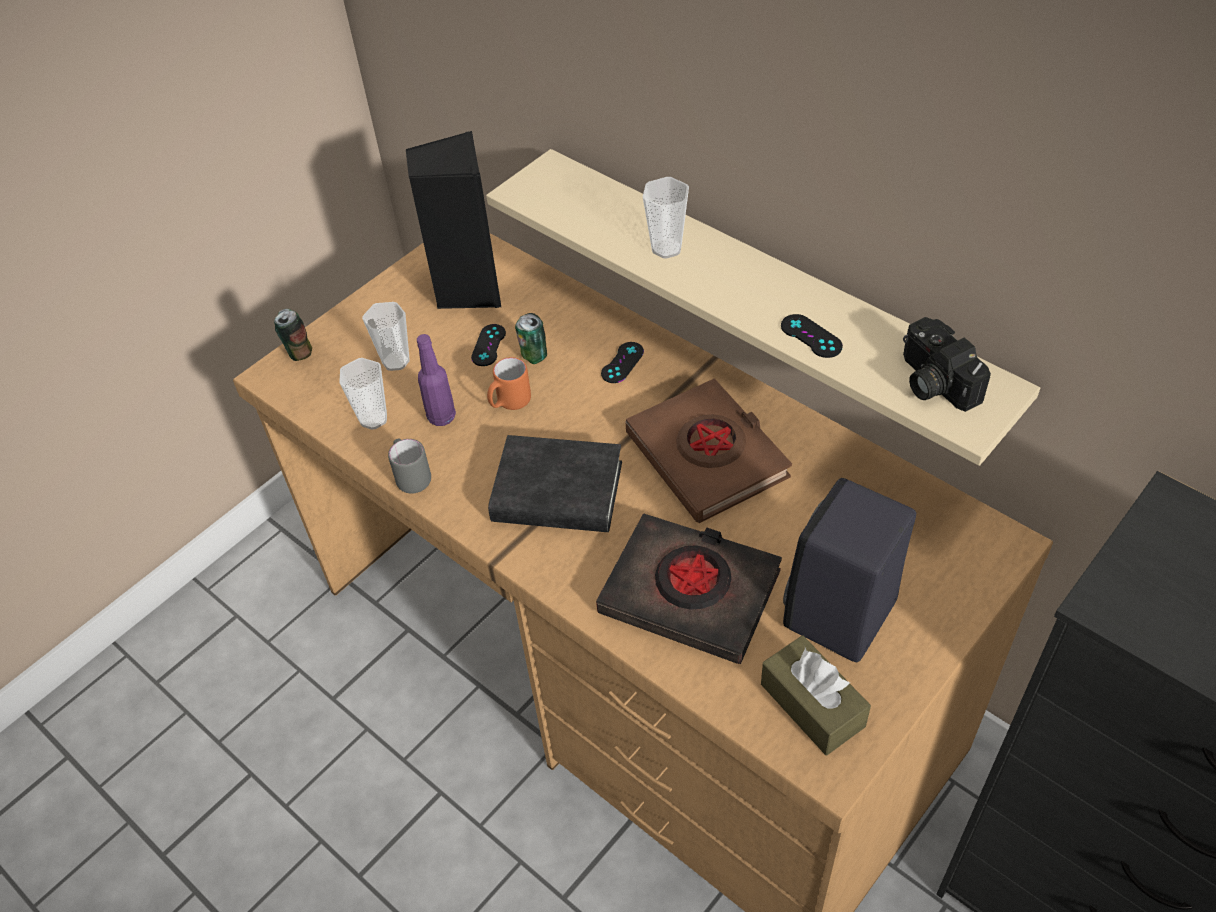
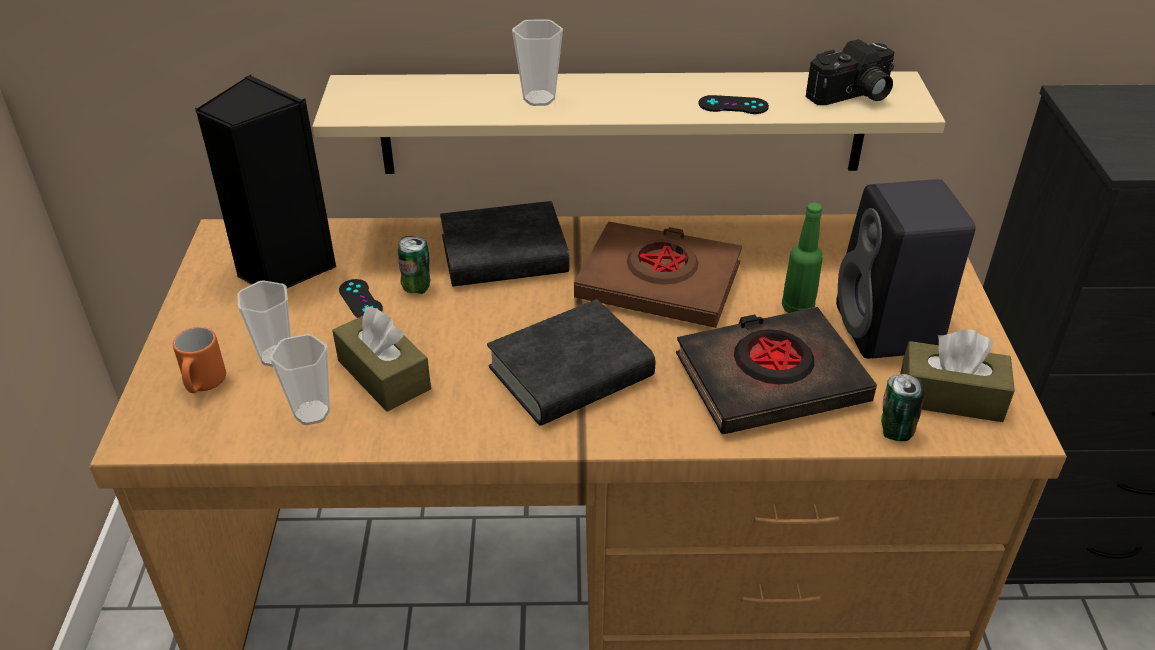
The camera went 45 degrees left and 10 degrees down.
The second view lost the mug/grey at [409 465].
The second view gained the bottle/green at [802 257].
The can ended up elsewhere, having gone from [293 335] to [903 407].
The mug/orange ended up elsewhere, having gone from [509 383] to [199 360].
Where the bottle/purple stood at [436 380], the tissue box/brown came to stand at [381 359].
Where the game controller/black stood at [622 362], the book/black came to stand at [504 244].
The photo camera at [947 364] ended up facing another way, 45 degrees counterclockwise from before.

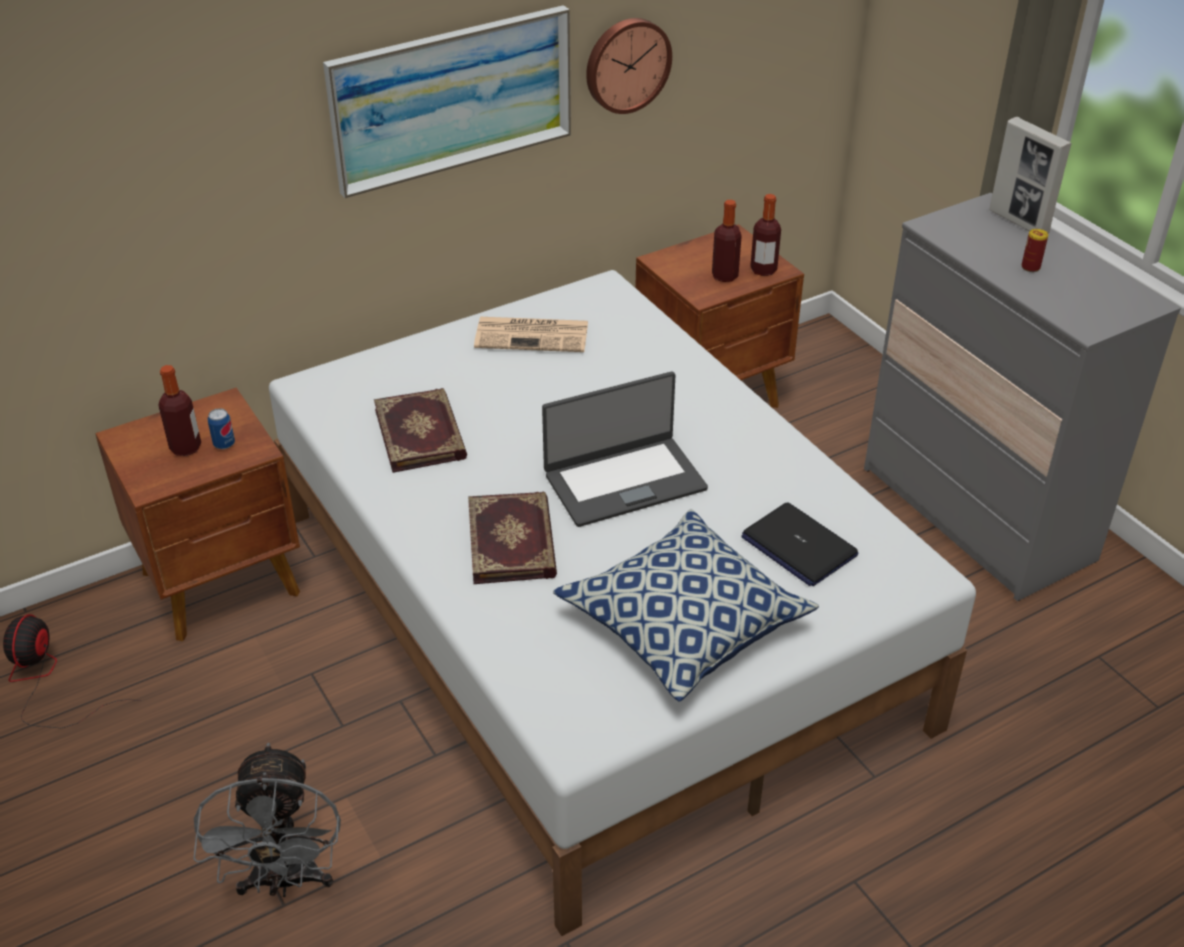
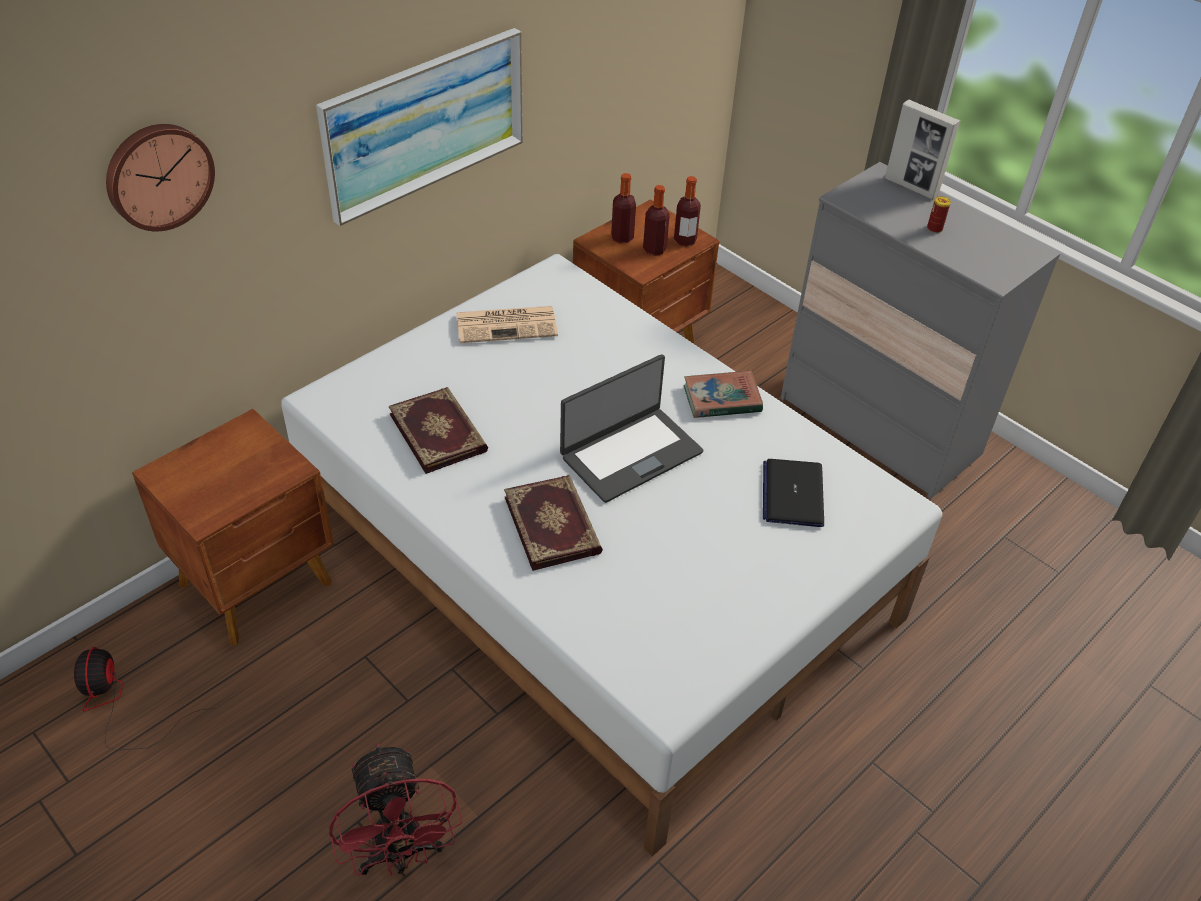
The camera went 15 degrees left and 5 degrees up.
The second view lost the can at [221 428].
The second view lost the pillow at [686 605].
The second view gained the book at [723 394].
The bottle ended up elsewhere, having gone from [179 410] to [623 208].
The wall clock ended up elsewhere, having gone from [629 66] to [160 178].
What was the fan/grey at [267 819] turned into the fan/red at [395 809].
The laptop at [799 544] ended up facing another way, 60 degrees clockwise from before.

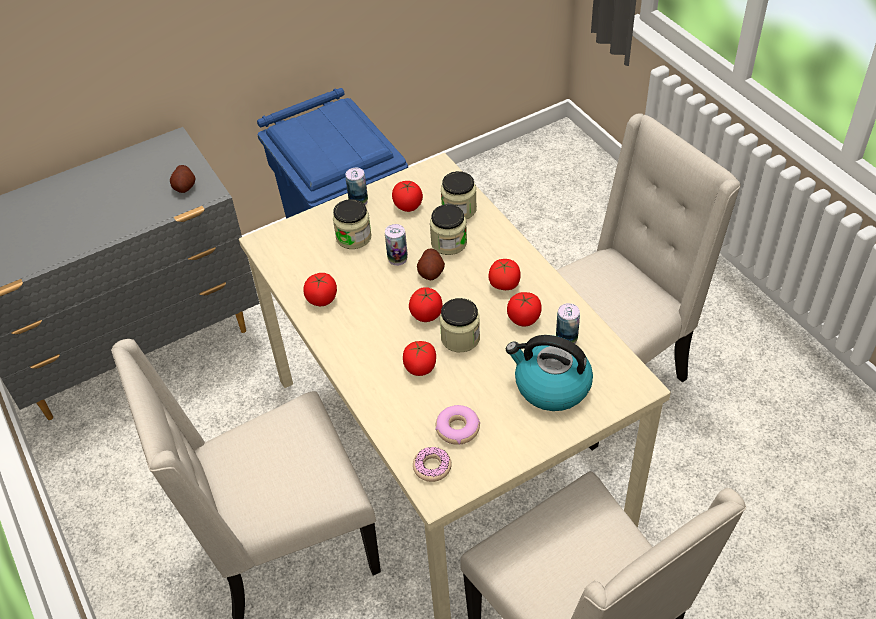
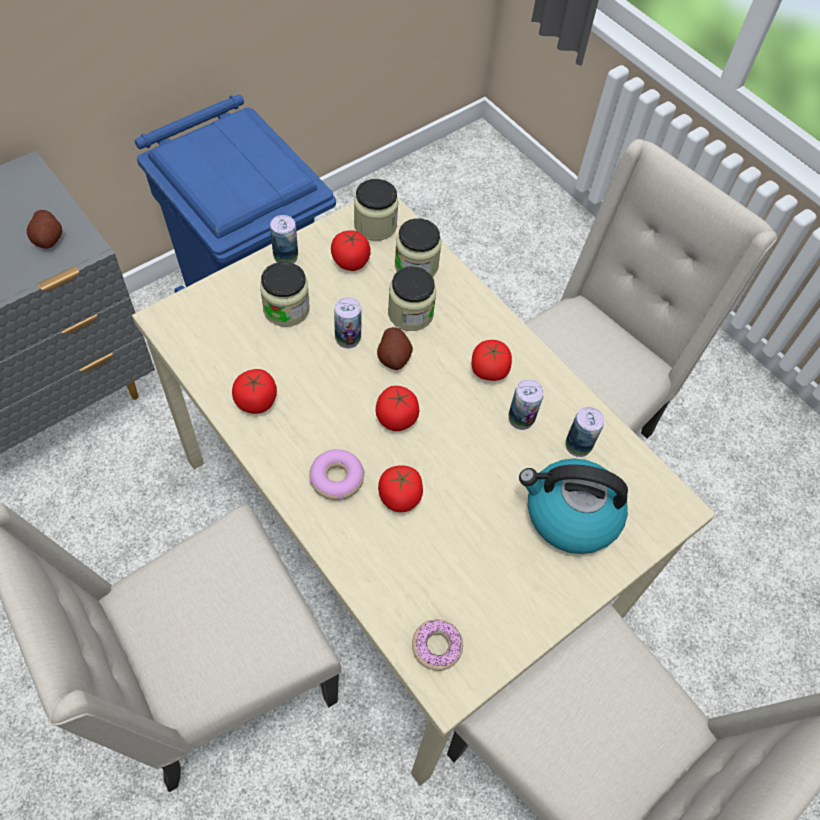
The camera went 15 degrees left and 10 degrees up.
The donut ended up elsewhere, having gone from [457 425] to [337 474].
The jar ended up elsewhere, having gone from [460 325] to [376 210].
Where the tomato stood at [524 309], the can came to stand at [526 404].

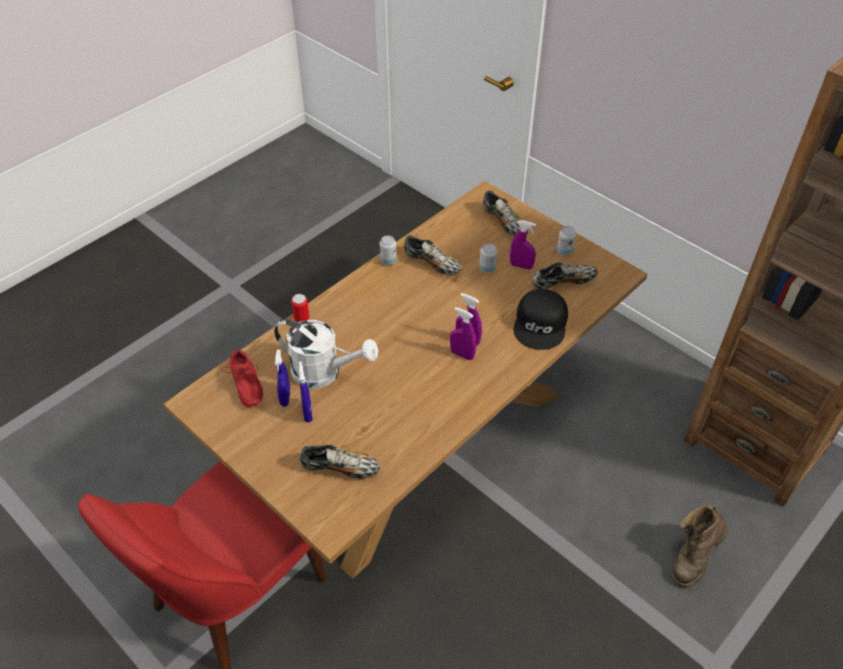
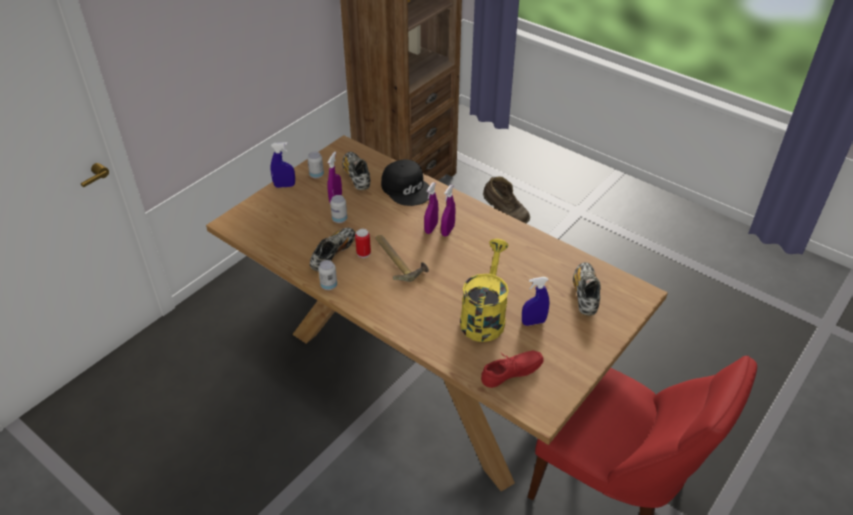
The camera went 95 degrees left and 5 degrees down.
The second view lost the shoe at [503 213].
The second view gained the hammer at [402 258].
The spray bottle/blue ended up elsewhere, having gone from [282 378] to [282 165].
The can ended up elsewhere, having gone from [300 308] to [363 243].
What was the watering can/white at [326 353] turned into the watering can/yellow at [484 290].
The cap/black at [541 319] ended up facing another way, 45 degrees clockwise from before.

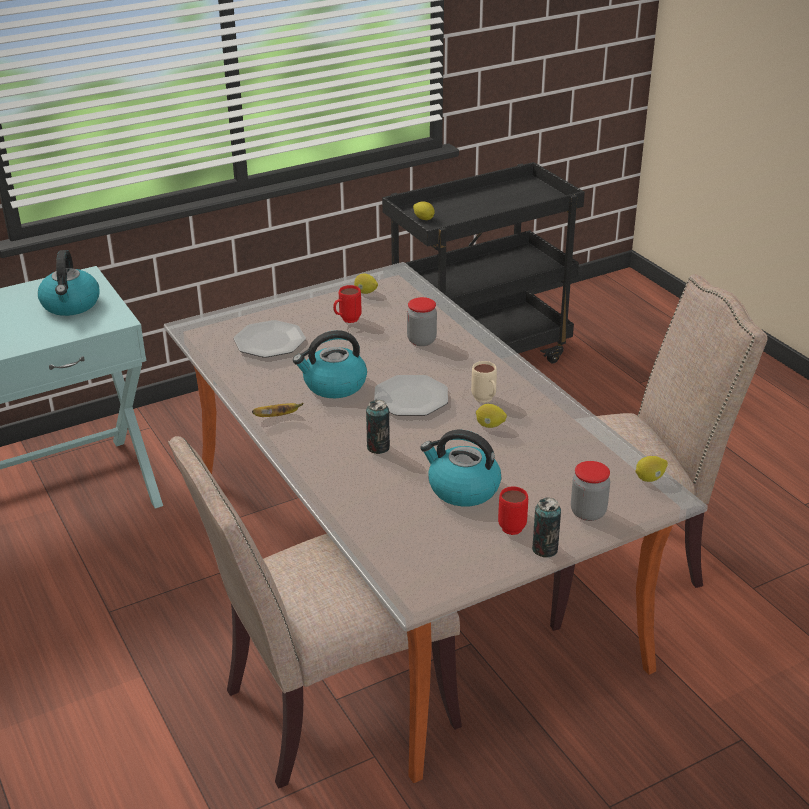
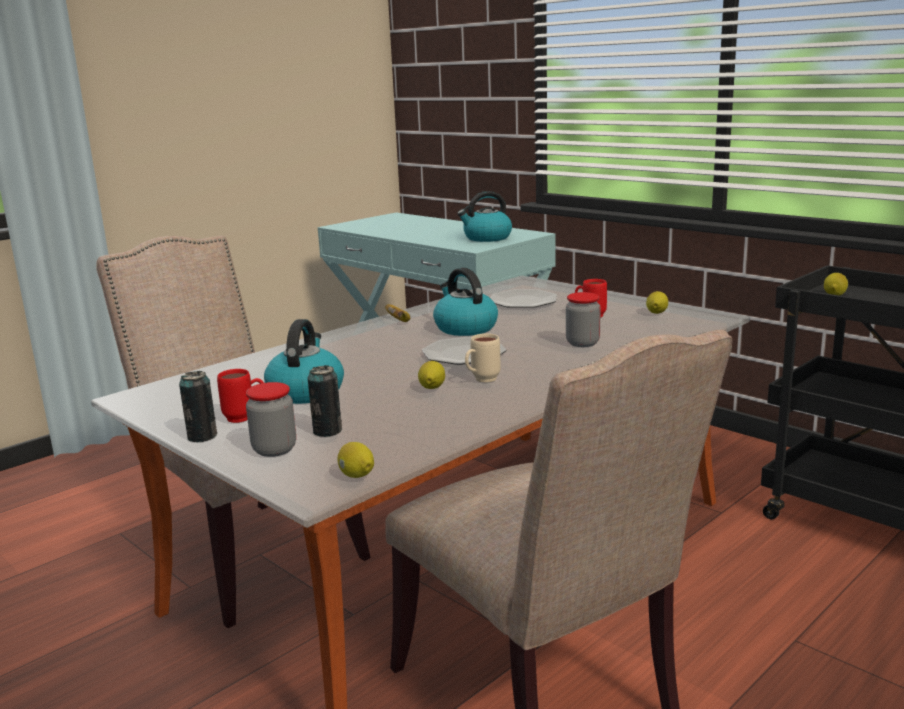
The camera went 75 degrees right and 15 degrees down.
The can ended up elsewhere, having gone from [378 427] to [325 401].

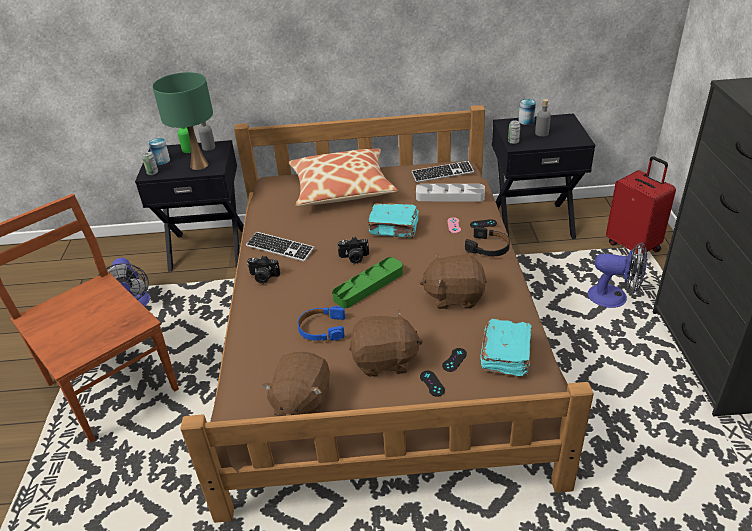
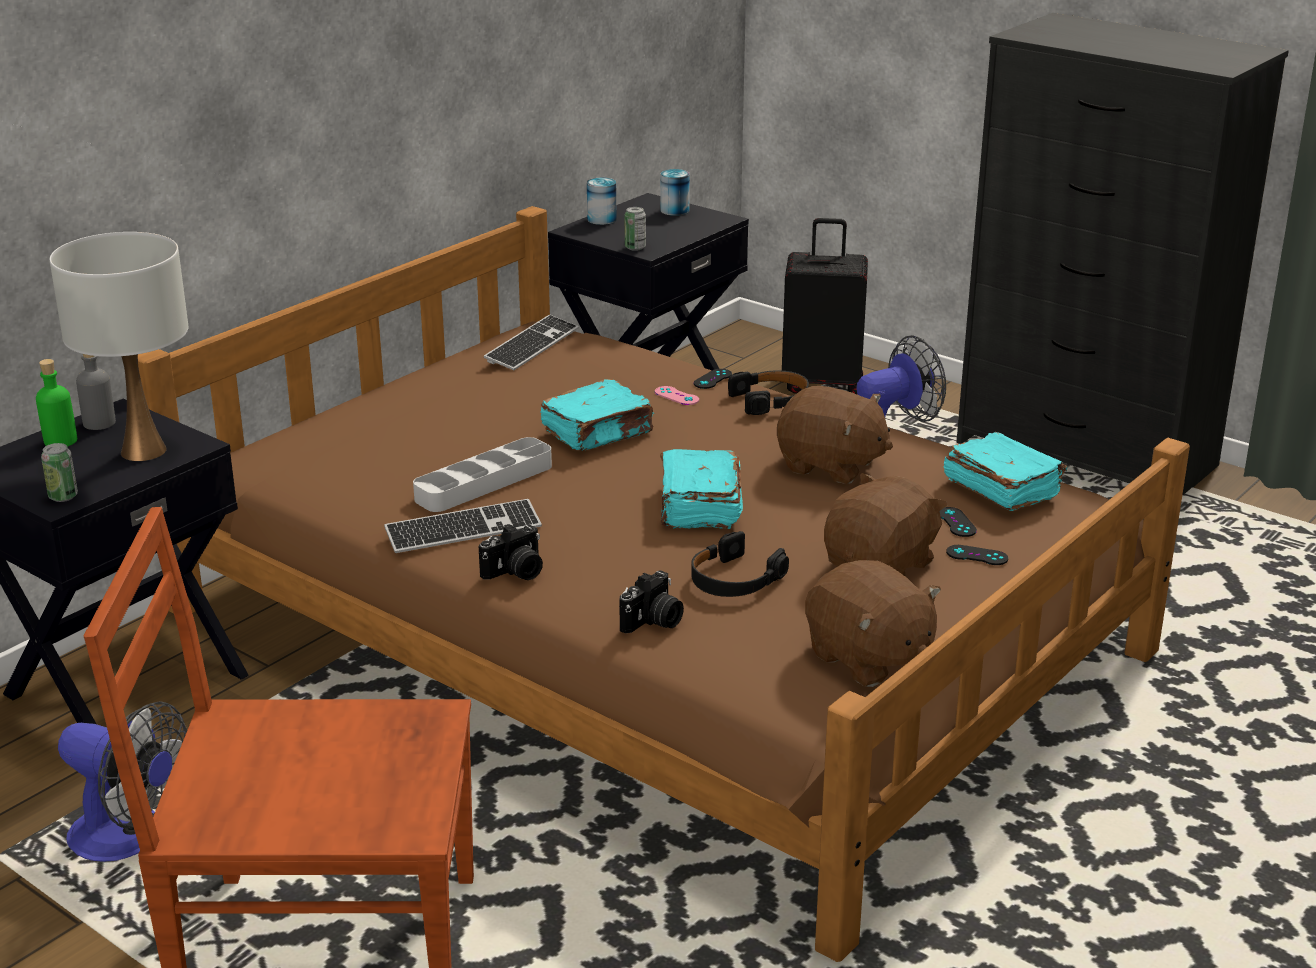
The camera went 50 degrees left and 10 degrees down.
The second view lost the pillow at [343 177].
The second view lost the bottle/grey at [543 118].
The can ended up elsewhere, having gone from [159 151] to [675 192].
The photo camera ended up elsewhere, having gone from [353 250] to [651 602].
The tray/grey ended up elsewhere, having gone from [450 193] to [482 474].
Where the tray/green stood at [367 282], the book/turquoise came to stand at [701 489].
What was the table lamp/green at [182 121] turned into the table lamp/white at [119 346].
What was the headphones/blue at [321 323] turned into the headphones/black at [740 564].
What was the suitcase/red at [641 208] turned into the suitcase/black at [825 306].
The plush toy/brown at [453 281] ended up facing another way, 105 degrees counterclockwise from before.

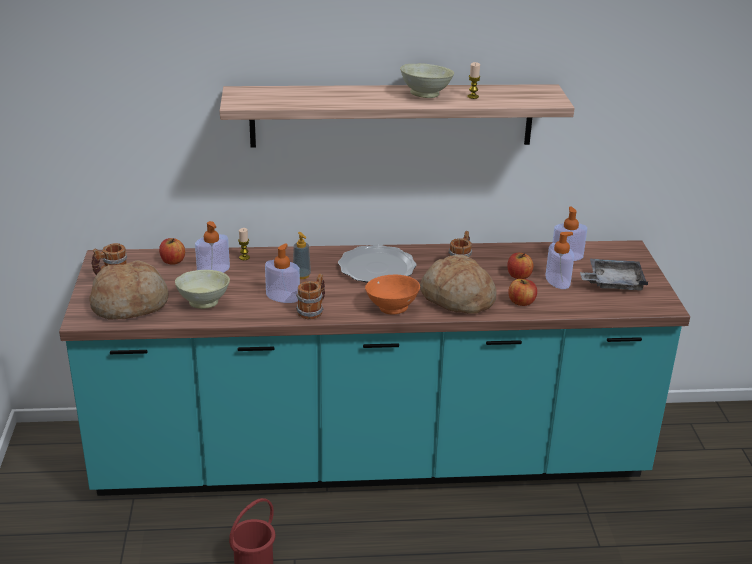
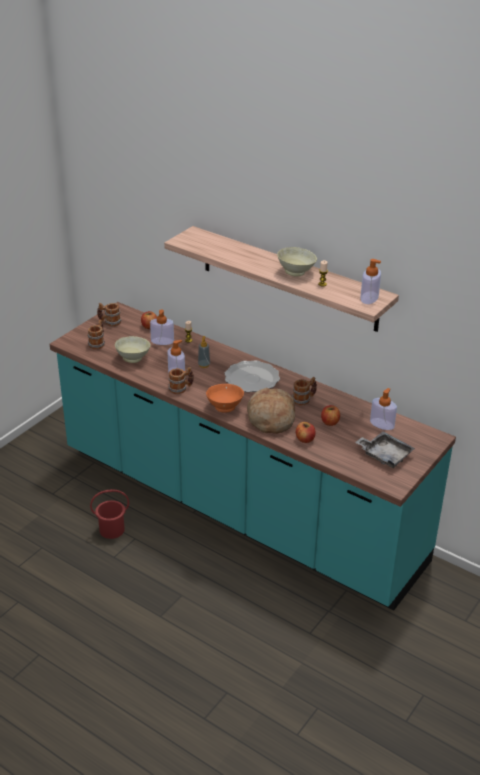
The camera went 40 degrees right and 5 degrees up.
The soap dispenser ended up elsewhere, having gone from [560 260] to [370 281].
Where the bread stood at [128 290], the mug came to stand at [96 334].

